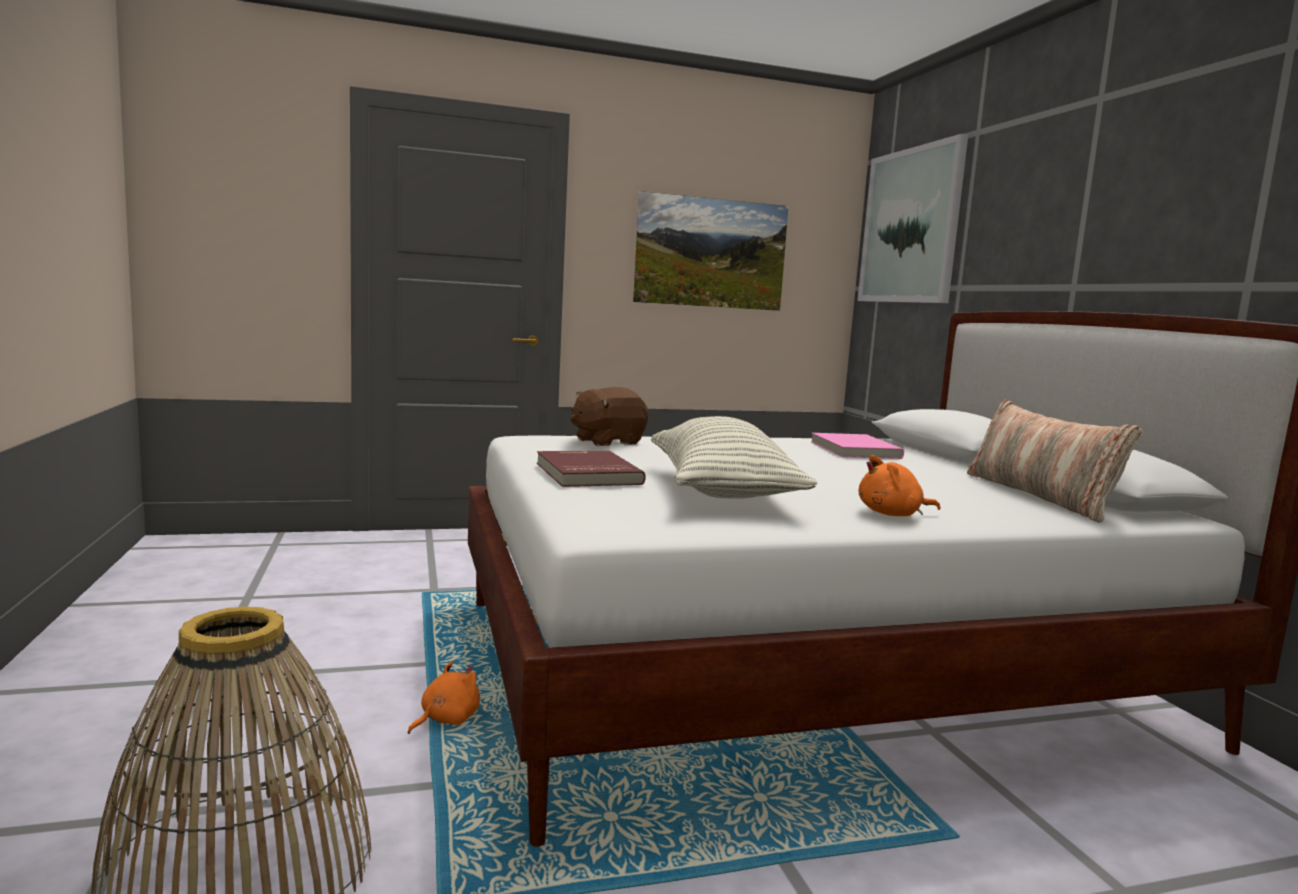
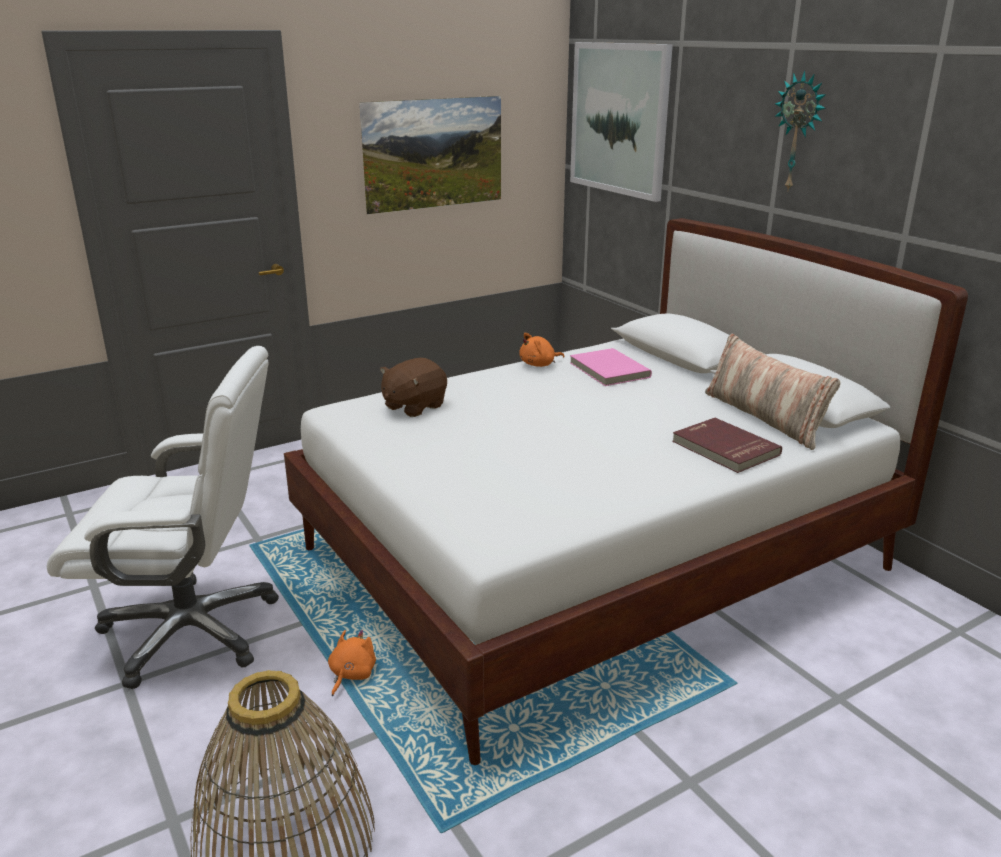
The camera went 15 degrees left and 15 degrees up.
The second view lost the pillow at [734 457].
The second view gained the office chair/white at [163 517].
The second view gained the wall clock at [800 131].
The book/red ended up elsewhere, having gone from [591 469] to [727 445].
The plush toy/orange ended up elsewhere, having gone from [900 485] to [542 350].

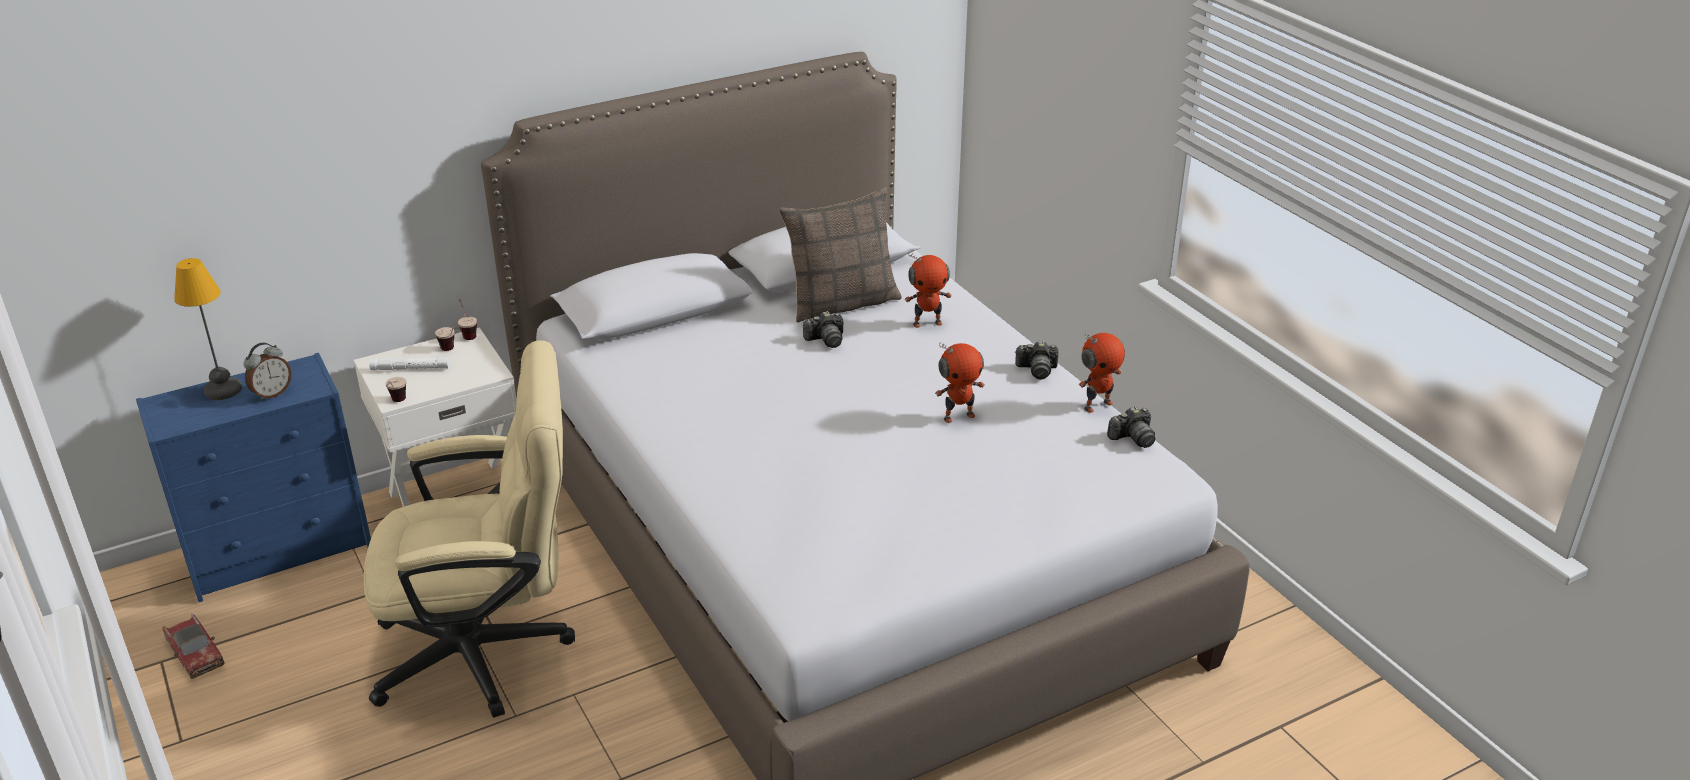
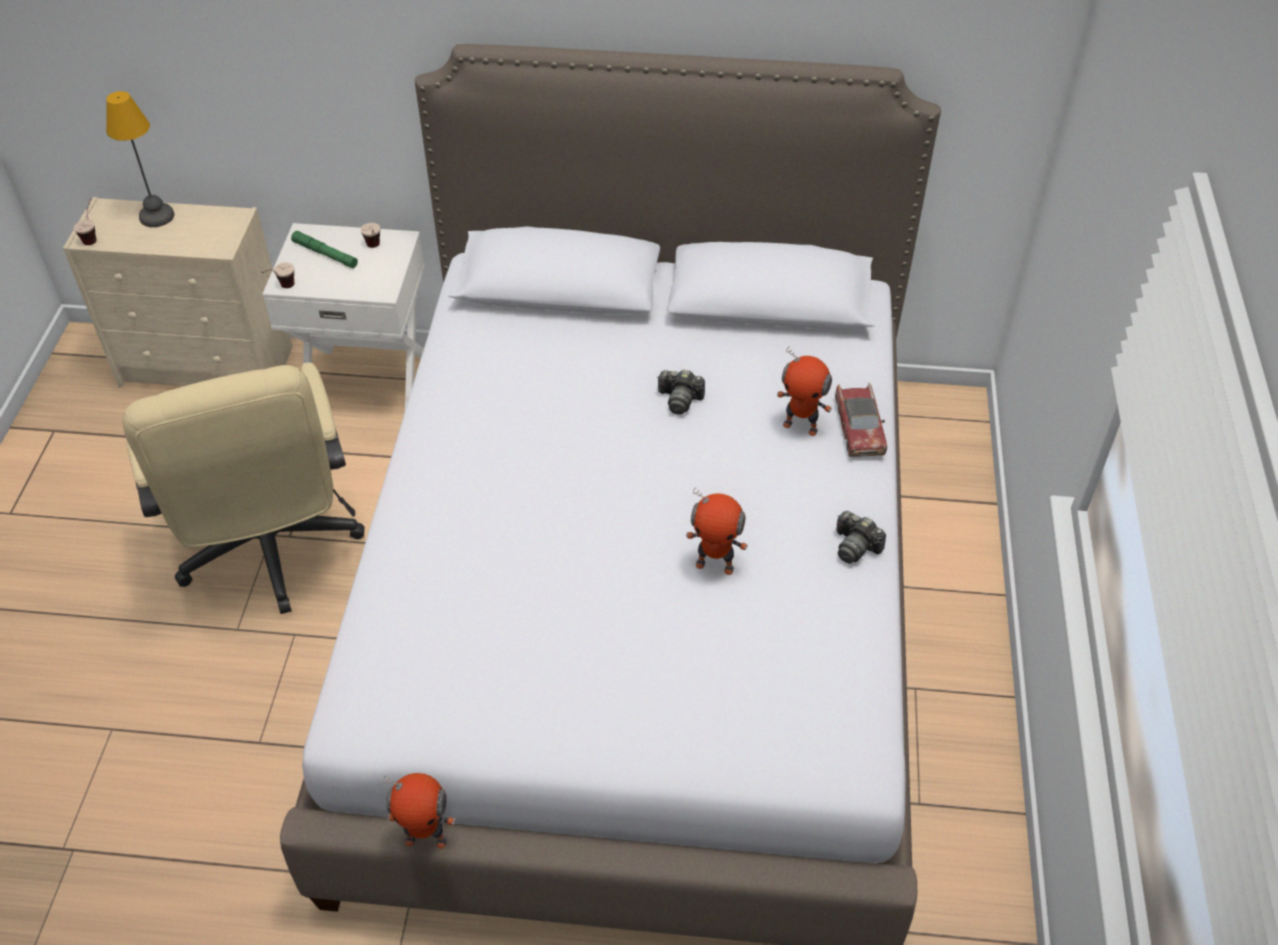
The camera went 35 degrees right and 15 degrees up.
The second view lost the alarm clock at [268 371].
The second view lost the pillow at [840 255].
The second view lost the photo camera at [1131 427].
The toy car ended up elsewhere, having gone from [193 646] to [861 420].
The cup ended up elsewhere, having gone from [467 319] to [85 222].
The toy robot ended up elsewhere, having gone from [1102 373] to [419 811].
What was the dresser/blue at [253 477] turned into the dresser/beige at [178 292].
What was the flashlight/white at [409 364] turned into the flashlight/green at [324 249].
The office chair/beige at [469 529] ended up facing another way, 45 degrees clockwise from before.

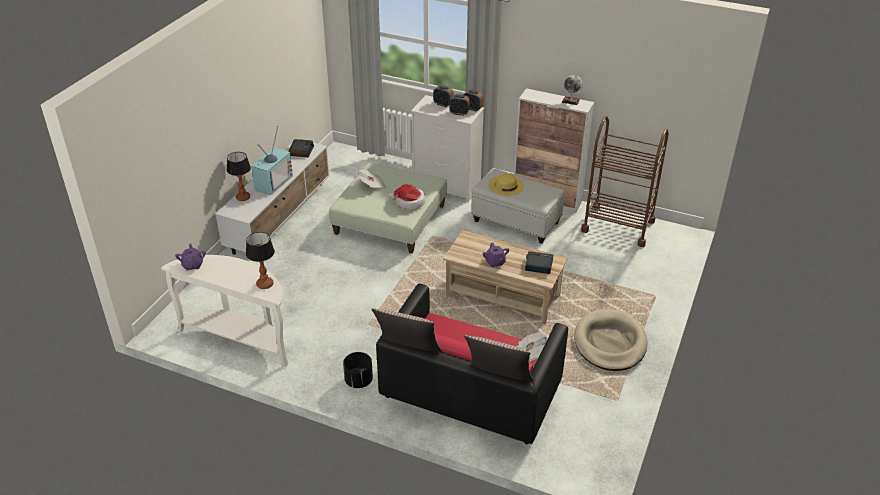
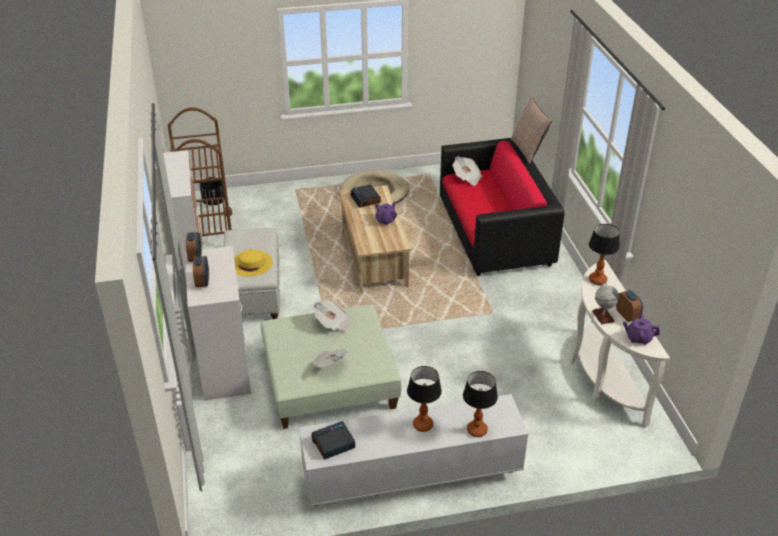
The camera went 125 degrees left and 0 degrees up.
The second view lost the pillow at [407 330].
The planter/black ended up elsewhere, having gone from [358 370] to [211 191].
The alarm clock ended up elsewhere, having gone from [459 105] to [629 306].
The globe ended up elsewhere, having gone from [572 90] to [605 303].
Where the television stood at [272 160], the table lamp came to stand at [424 399].
Where the hat stood at [407 197], the newspaper came to stand at [331 316].
The teapot/purple at [190 257] ended up facing another way, 60 degrees clockwise from before.

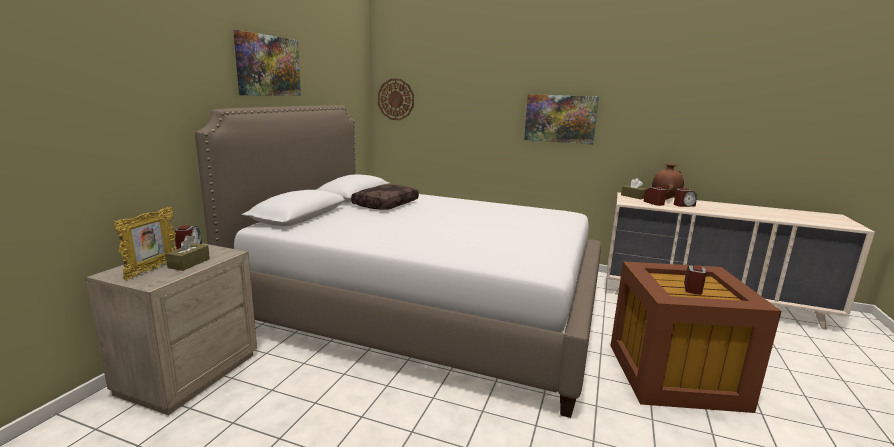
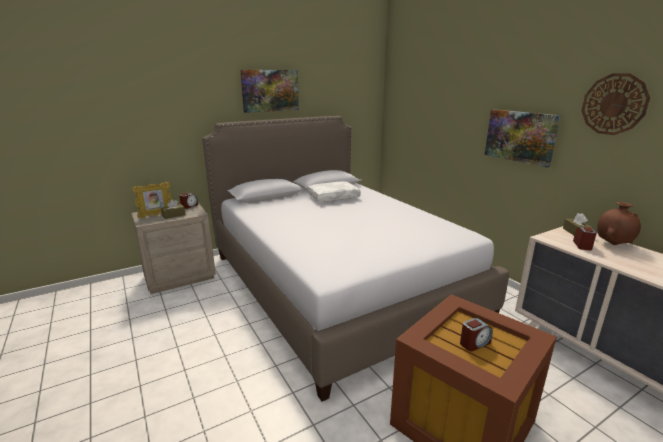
The camera went 40 degrees right and 5 degrees up.
The second view lost the alarm clock at [685 197].
The wall clock ended up elsewhere, having gone from [396 99] to [615 104].
What was the pillow/brown at [385 197] turned into the pillow/white at [334 191].

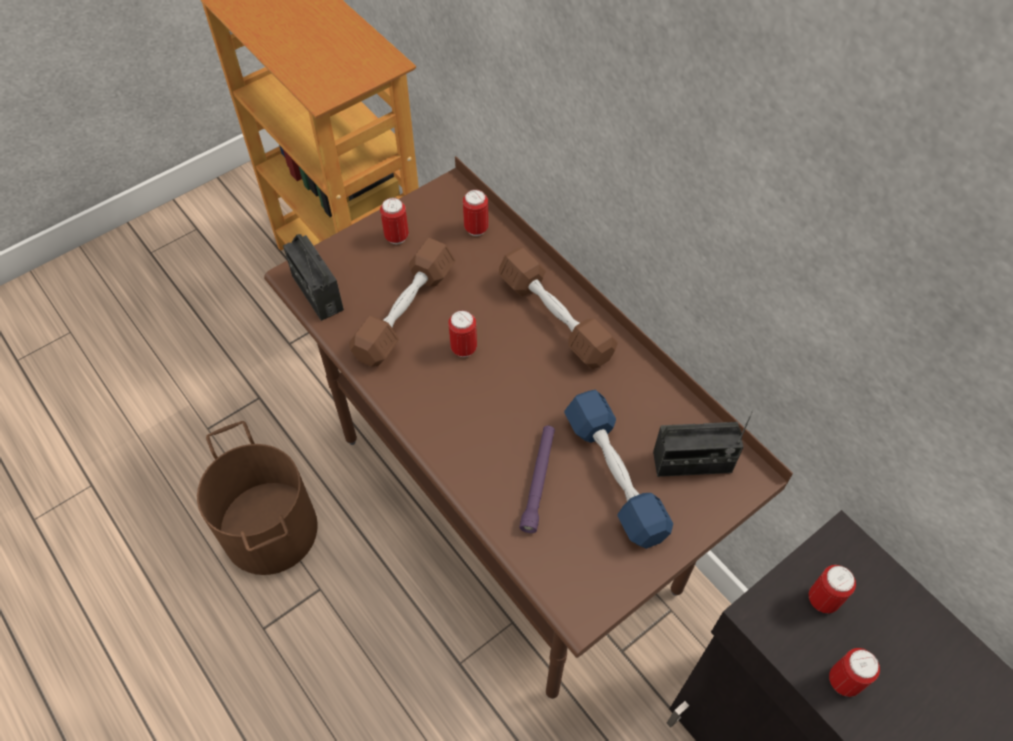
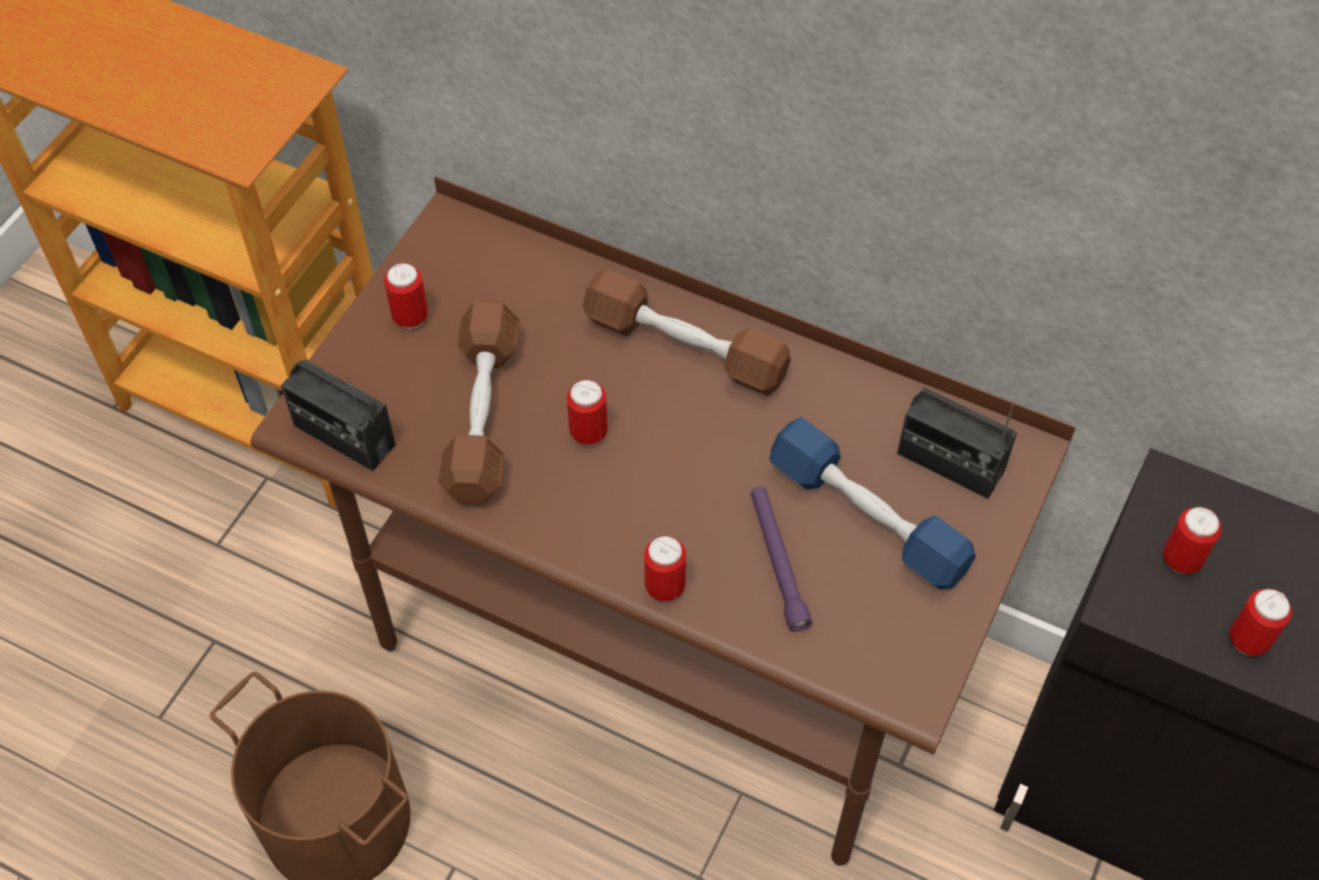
The camera went 25 degrees left and 0 degrees up.
The can ended up elsewhere, having gone from [476 212] to [665 568].
The radio at [703 444] ended up facing another way, 60 degrees clockwise from before.

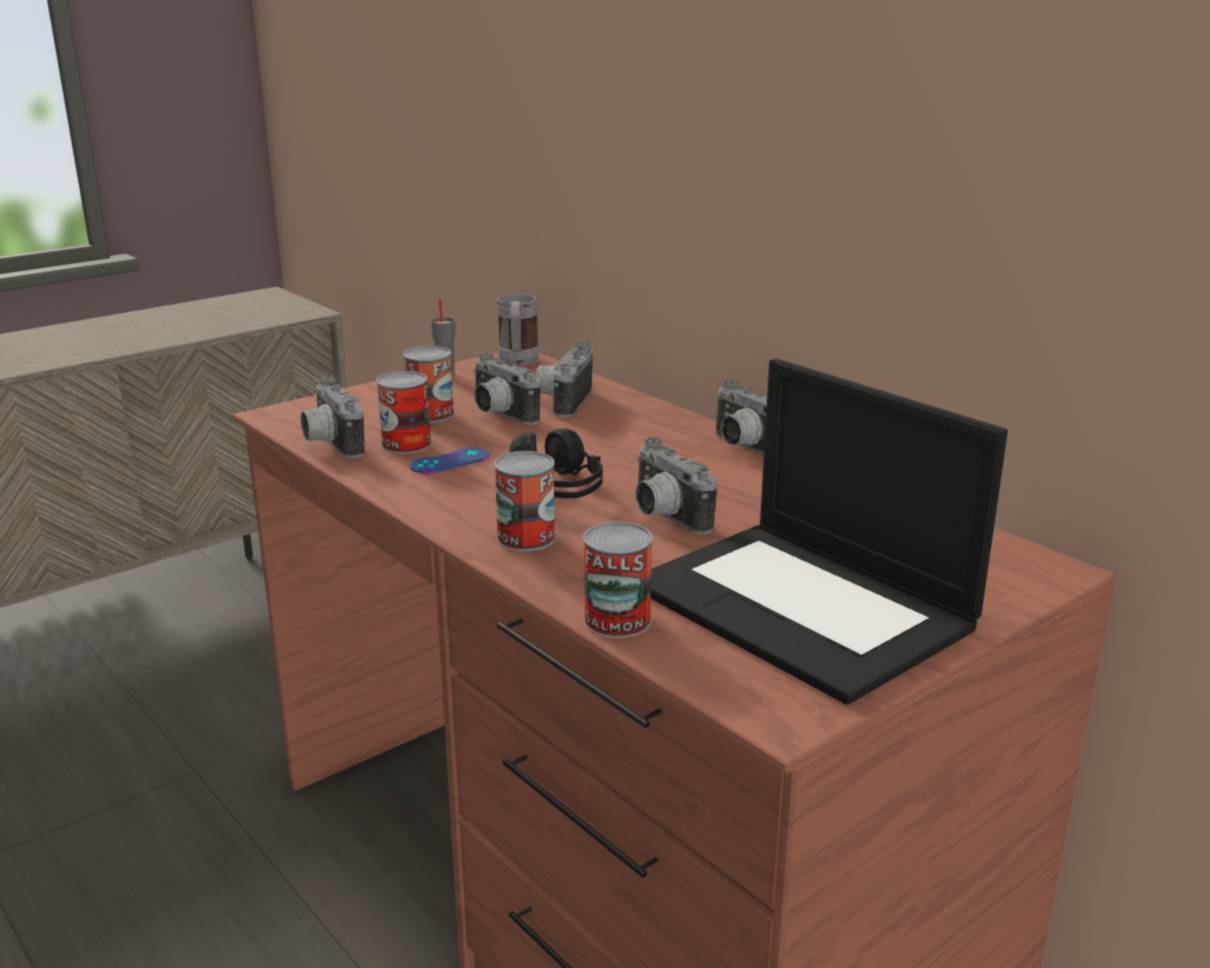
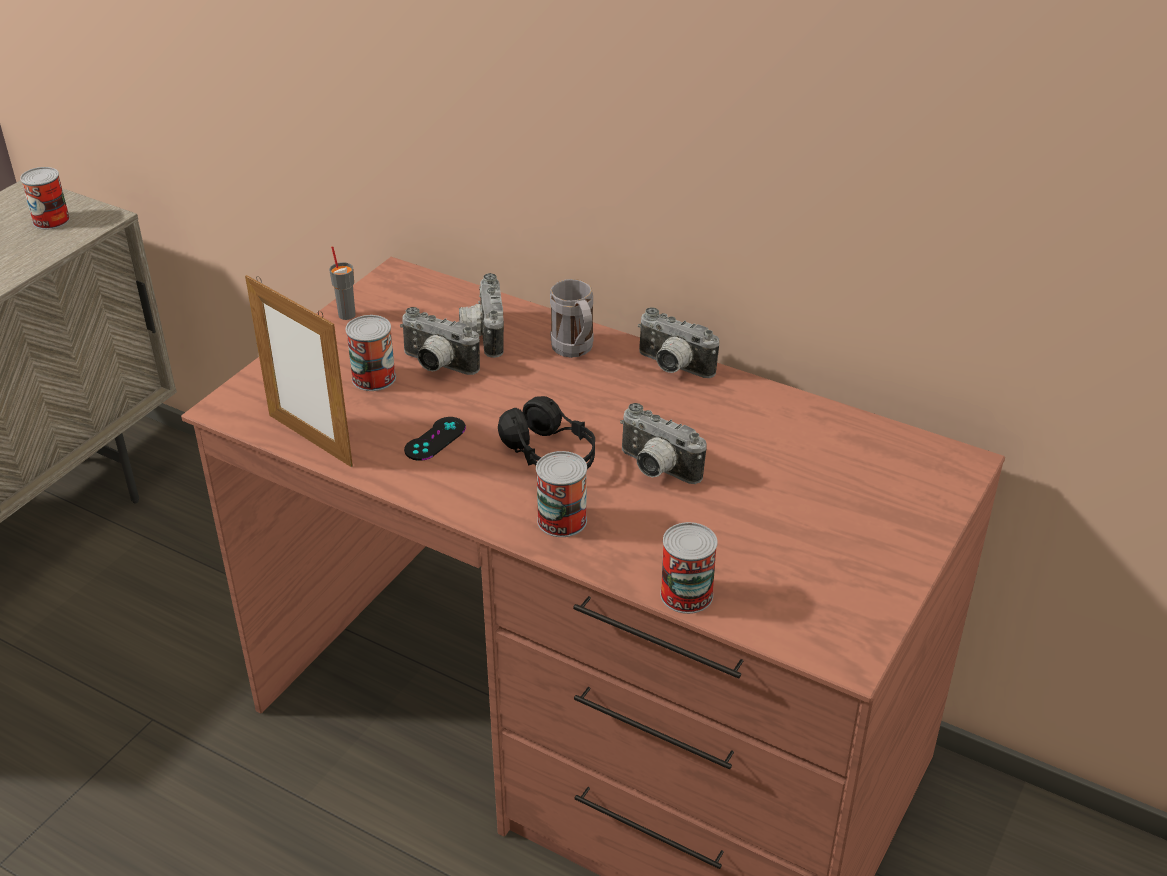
The camera went 20 degrees left and 15 degrees up.
The second view lost the laptop at [829 532].
The can ended up elsewhere, having gone from [403 412] to [45 198].
The mug/grey ended up elsewhere, having gone from [518 329] to [571 318].
Where the photo camera stood at [333 417], the picture frame came to stand at [299 371].
What was the game controller/blue at [449 460] turned into the game controller/black at [435 439].

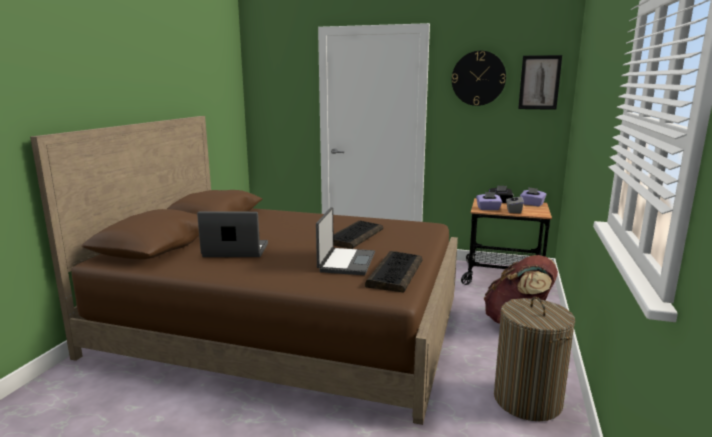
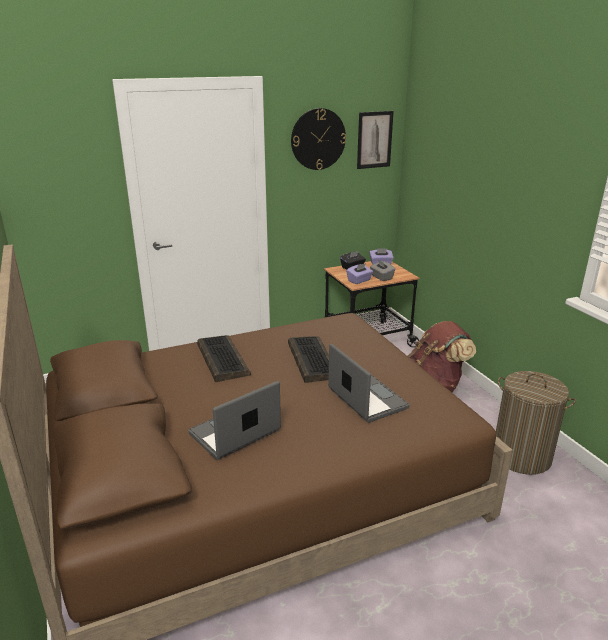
The camera went 40 degrees left and 10 degrees up.
The keyboard ended up elsewhere, having gone from [394 271] to [224 358].

